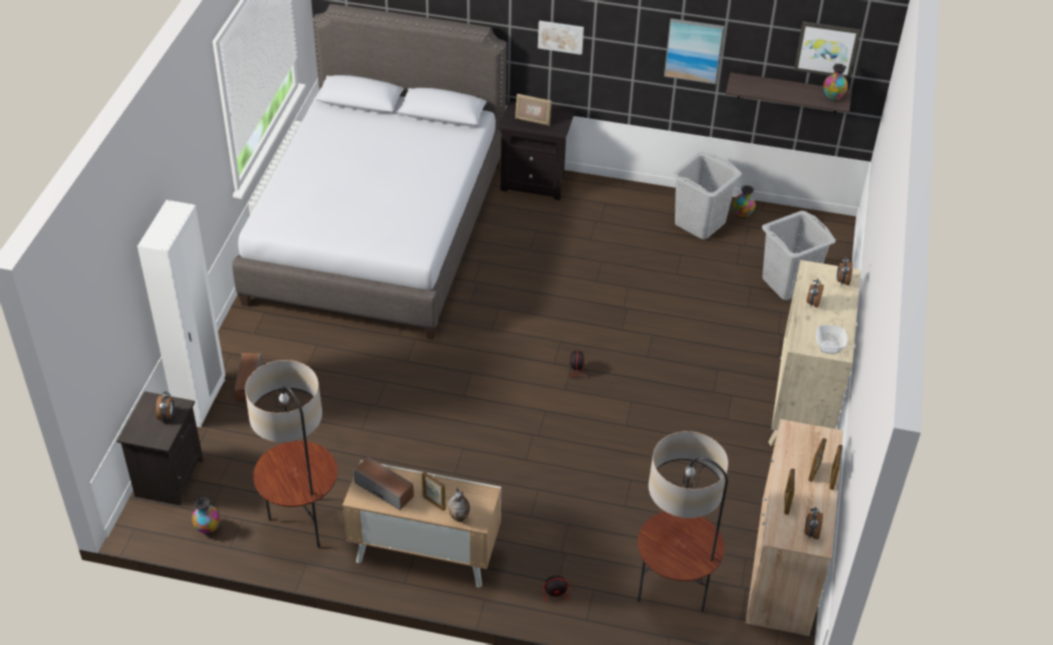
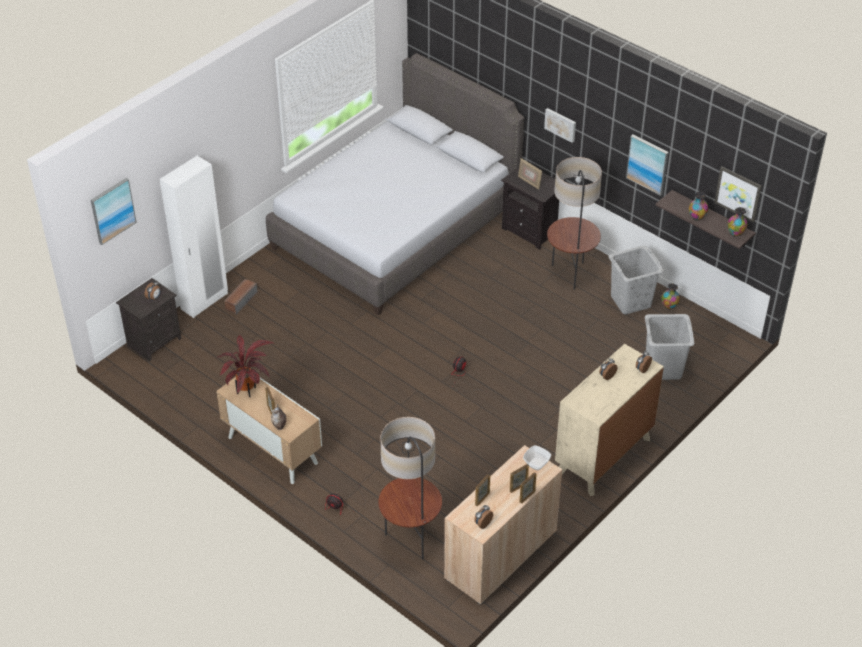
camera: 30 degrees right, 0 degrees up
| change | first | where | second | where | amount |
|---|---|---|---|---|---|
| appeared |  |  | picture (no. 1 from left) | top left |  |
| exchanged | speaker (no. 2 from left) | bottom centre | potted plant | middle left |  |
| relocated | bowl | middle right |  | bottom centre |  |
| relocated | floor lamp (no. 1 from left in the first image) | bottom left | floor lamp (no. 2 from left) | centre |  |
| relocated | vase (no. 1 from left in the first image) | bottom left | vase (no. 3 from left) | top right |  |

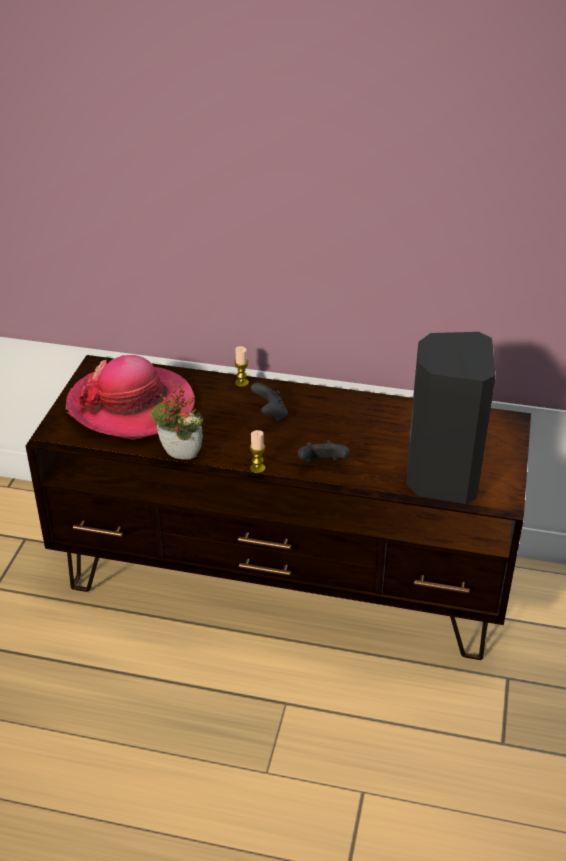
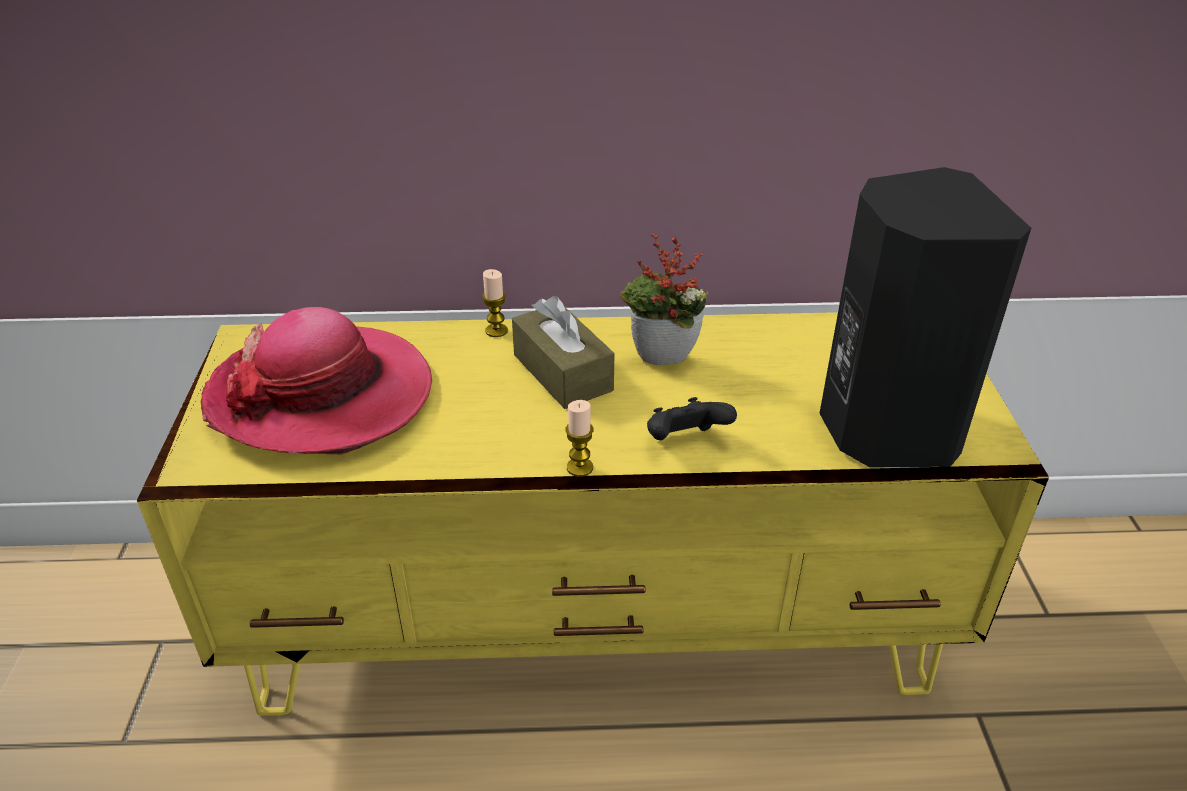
camera: 15 degrees left, 0 degrees up
| change | first | where | second | where | amount |
|---|---|---|---|---|---|
| colour | brown tv stand | centre | yellow tv stand | centre |  |
| exchanged | black game controller (no. 1 from left) | centre | brown tissue box | centre |  |
| relocated | potted plant | middle left |  | centre |  |

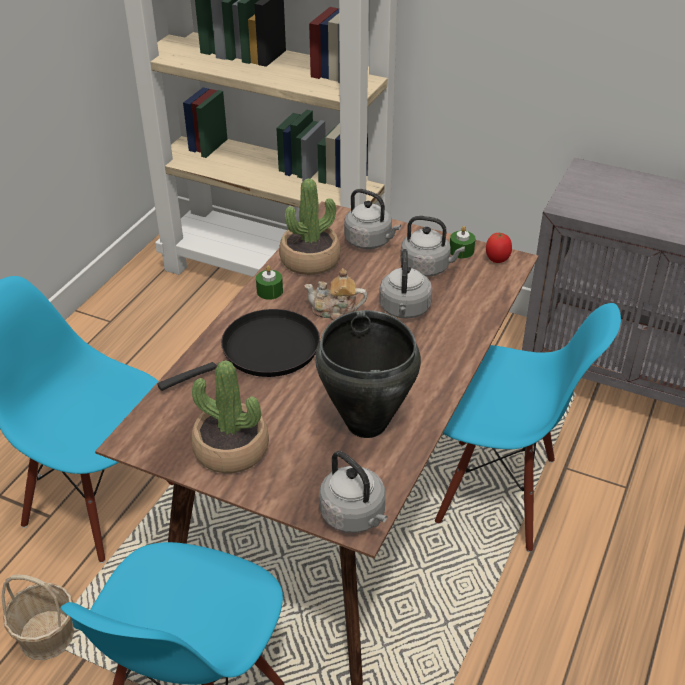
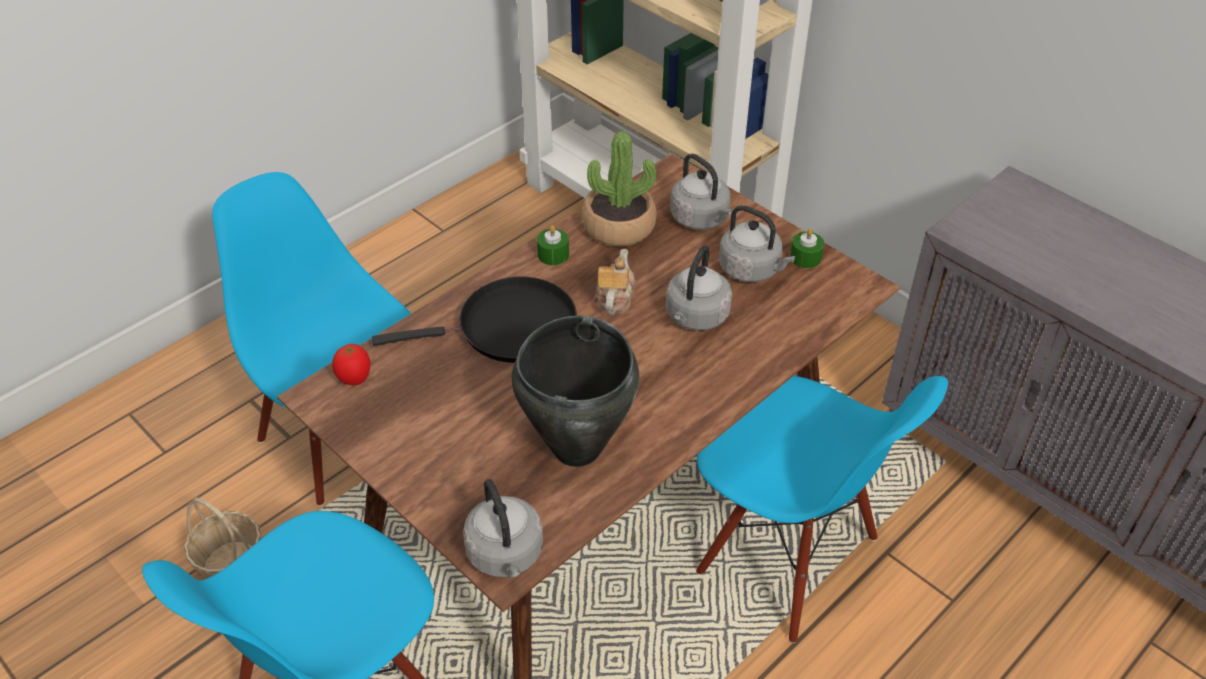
camera: 20 degrees right, 5 degrees up
| change | first | where | second | where | amount |
|---|---|---|---|---|---|
| relocated | tomato | middle right |  | middle left |  |
| spun | teapot | centre |  | centre | 75 degrees clockwise |
| missing | potted plant (no. 1 from left) | centre |  |  |  |

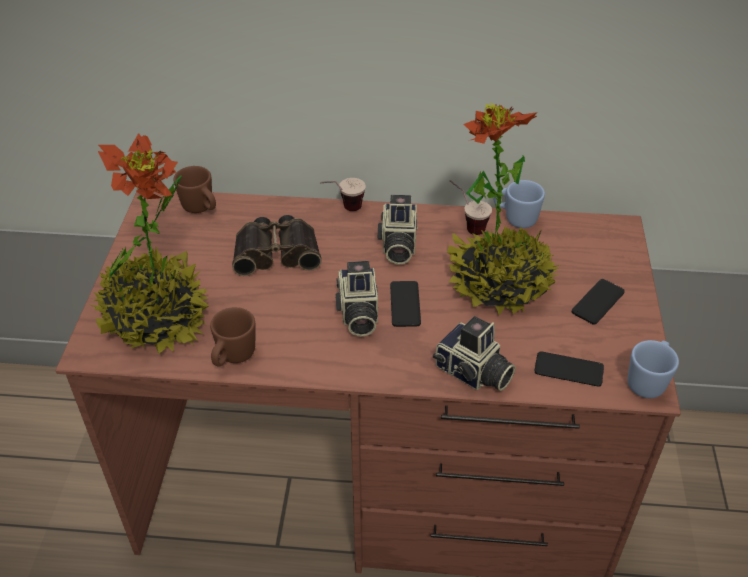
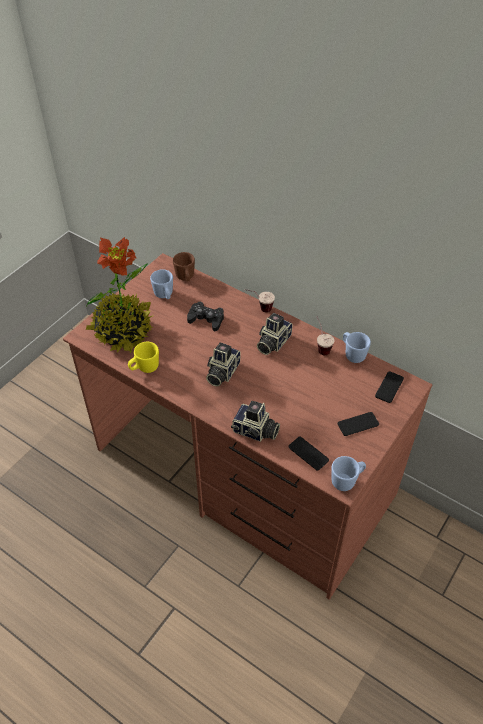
camera: 30 degrees right, 5 degrees up
| change | first | where | second | where | amount |
|---|---|---|---|---|---|
| colour | brown mug (no. 2 from left) | middle left | yellow mug | middle left |  |
| appeared |  |  | blue mug (no. 1 from left) | centre |  |
| exchanged | binoculars | centre | black game controller | centre |  |
| spun | photo camera (no. 3 from left in the first image) | centre | photo camera (no. 2 from left) | centre | 45 degrees counterclockwise |
| relocated | phone (no. 1 from left in the first image) | centre | phone (no. 3 from left) | middle right |  |
| missing | potted plant (no. 2 from left) | middle right |  |  |  |

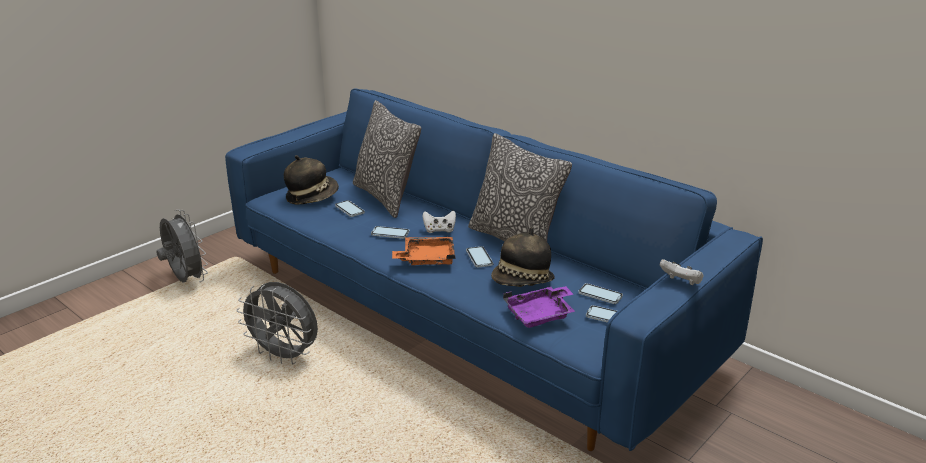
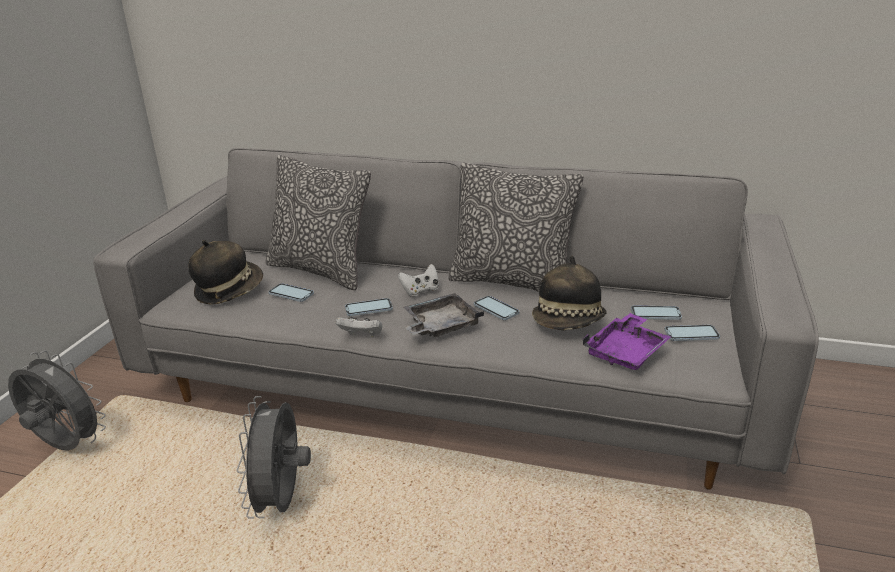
camera: 25 degrees left, 0 degrees up
| change | first | where | second | where | amount |
|---|---|---|---|---|---|
| colour | blue sofa | centre | grey sofa | centre |  |
| spun | grey fan (no. 2 from left) | bottom left |  | bottom left | 90 degrees clockwise |
| relocated | white game controller (no. 2 from left in the first image) | middle right | white game controller (no. 1 from left) | centre |  |
| colour | orange tray | centre | grey tray | centre |  |

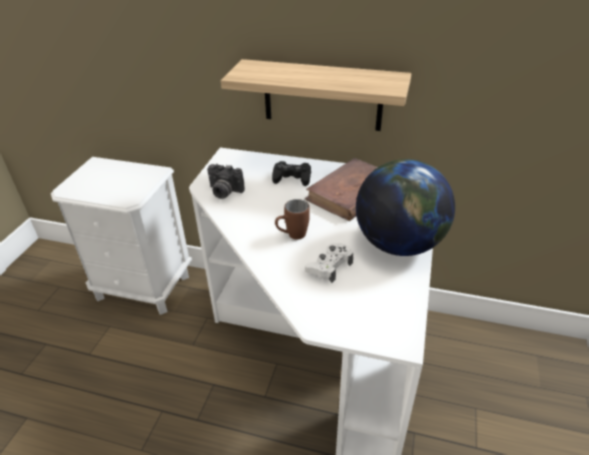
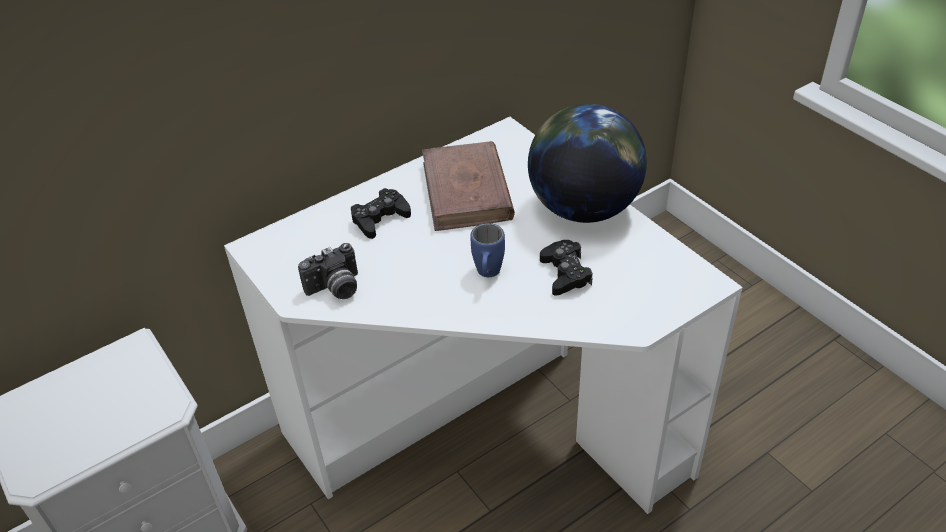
camera: 50 degrees left, 5 degrees up
| change | first | where | second | where | amount |
|---|---|---|---|---|---|
| colour | brown mug | centre | blue mug | centre |  |
| colour | white game controller | centre | black game controller (no. 2 from left) | centre |  |
| missing | shelf | top centre |  |  |  |

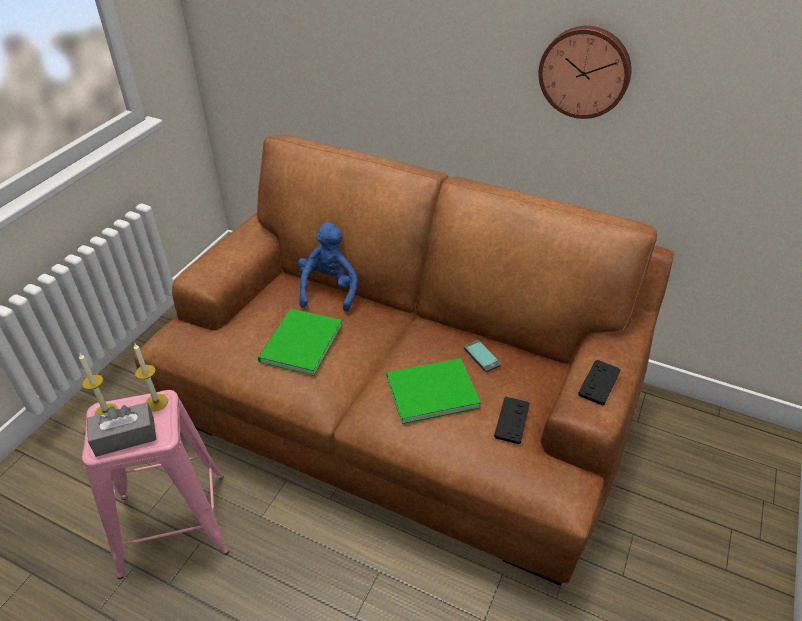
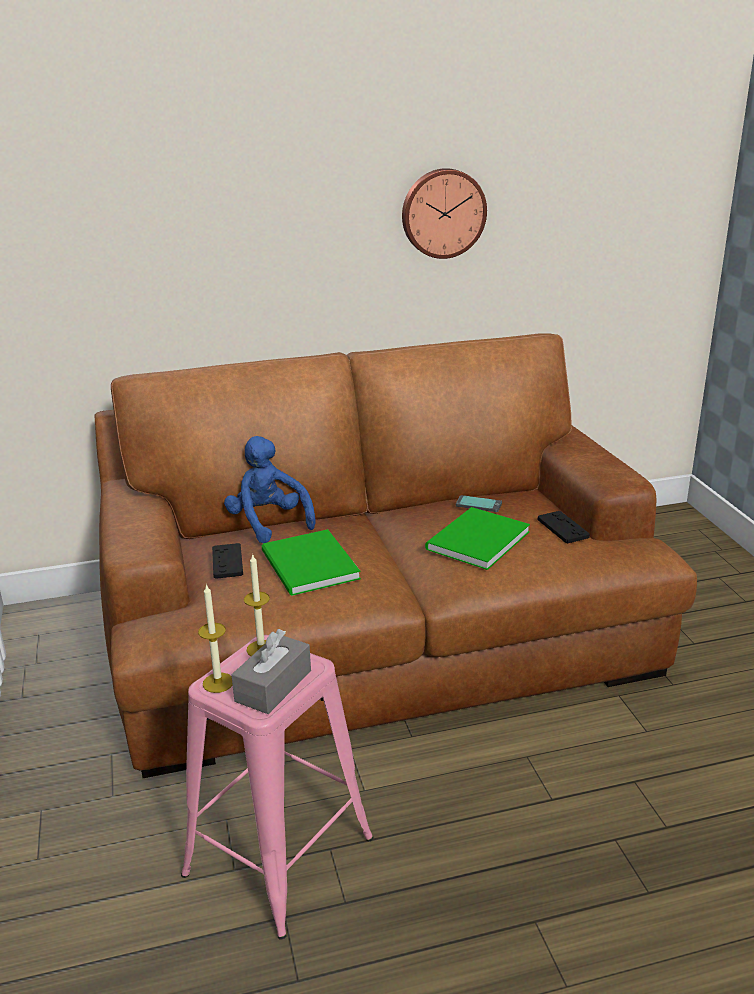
camera: 40 degrees left, 15 degrees down
| change | first | where | second | where | amount |
|---|---|---|---|---|---|
| relocated | black game controller (no. 2 from left in the first image) | middle right | black game controller (no. 1 from left) | middle left |  |

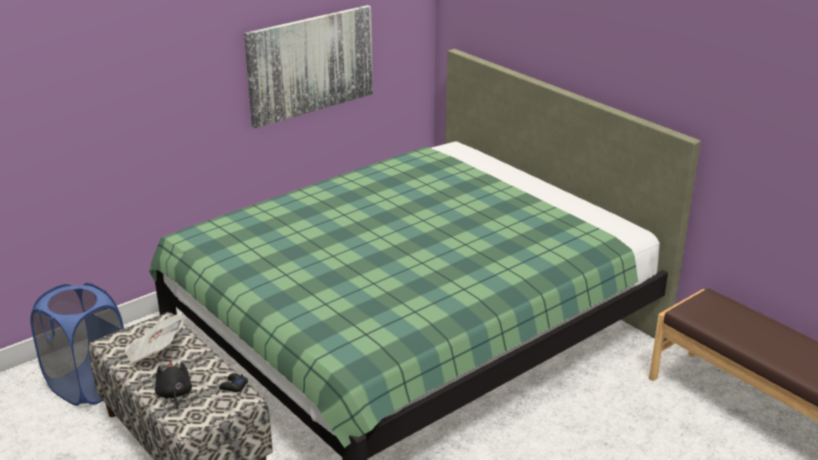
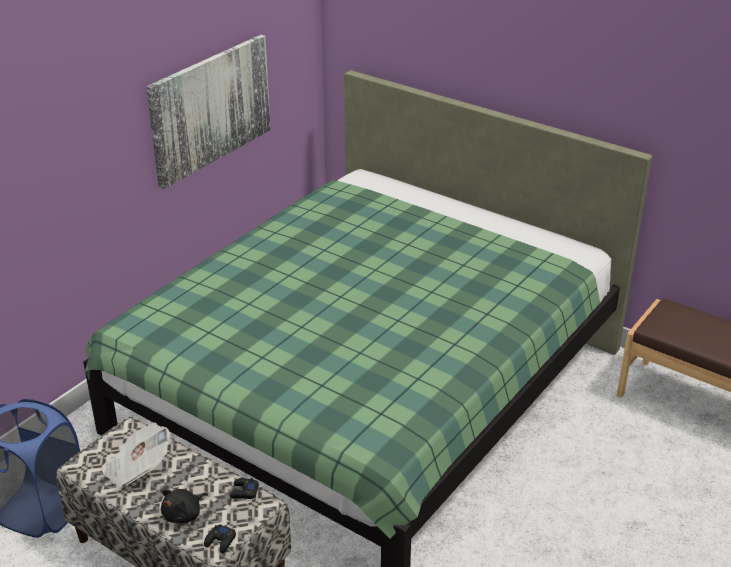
camera: 15 degrees left, 5 degrees up
| change | first | where | second | where | amount |
|---|---|---|---|---|---|
| spun | black plush toy | bottom left |  | bottom left | 105 degrees counterclockwise |
| appeared |  |  | black game controller (no. 1 from left) | bottom left |  |

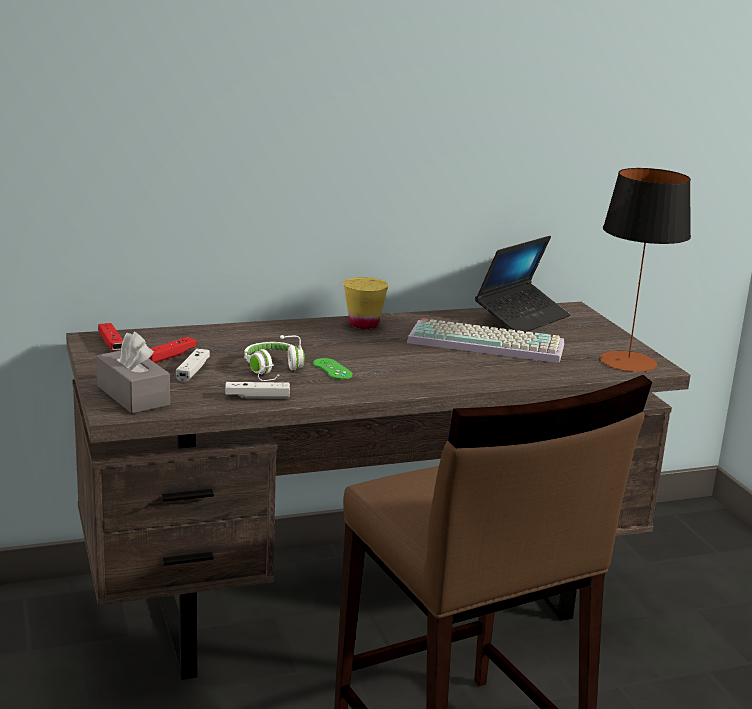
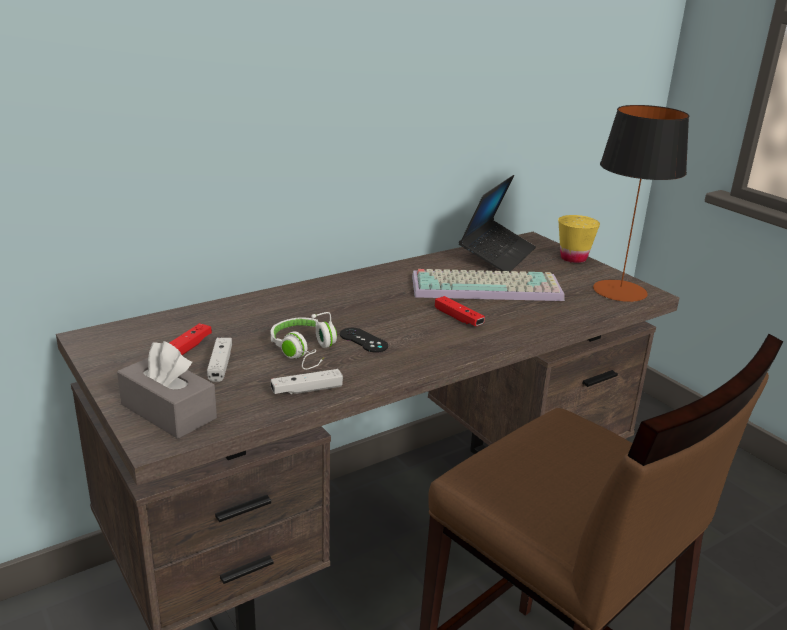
camera: 15 degrees left, 5 degrees up
| change | first | where | second | where | amount |
|---|---|---|---|---|---|
| colour | green game controller | centre | black game controller | centre |  |
| relocated | red game controller (no. 1 from left in the first image) | middle left | red game controller (no. 2 from left) | centre |  |
| relocated | yellow cup | centre |  | middle right |  |

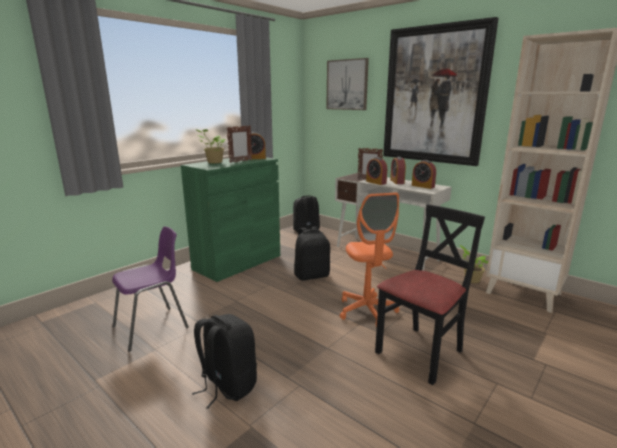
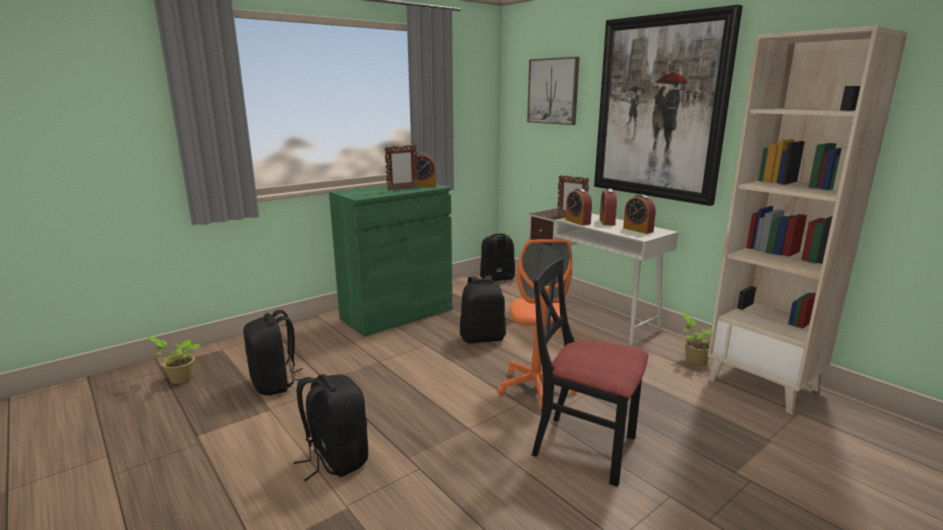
camera: 10 degrees right, 0 degrees up
| change | first | where | second | where | amount |
|---|---|---|---|---|---|
| relocated | potted plant (no. 1 from left) | top centre |  | bottom left |  |
| exchanged | purple chair | middle left | black backpack (no. 1 from left) | middle left |  |
| spun | black chair | middle right |  | bottom centre | 120 degrees counterclockwise |

